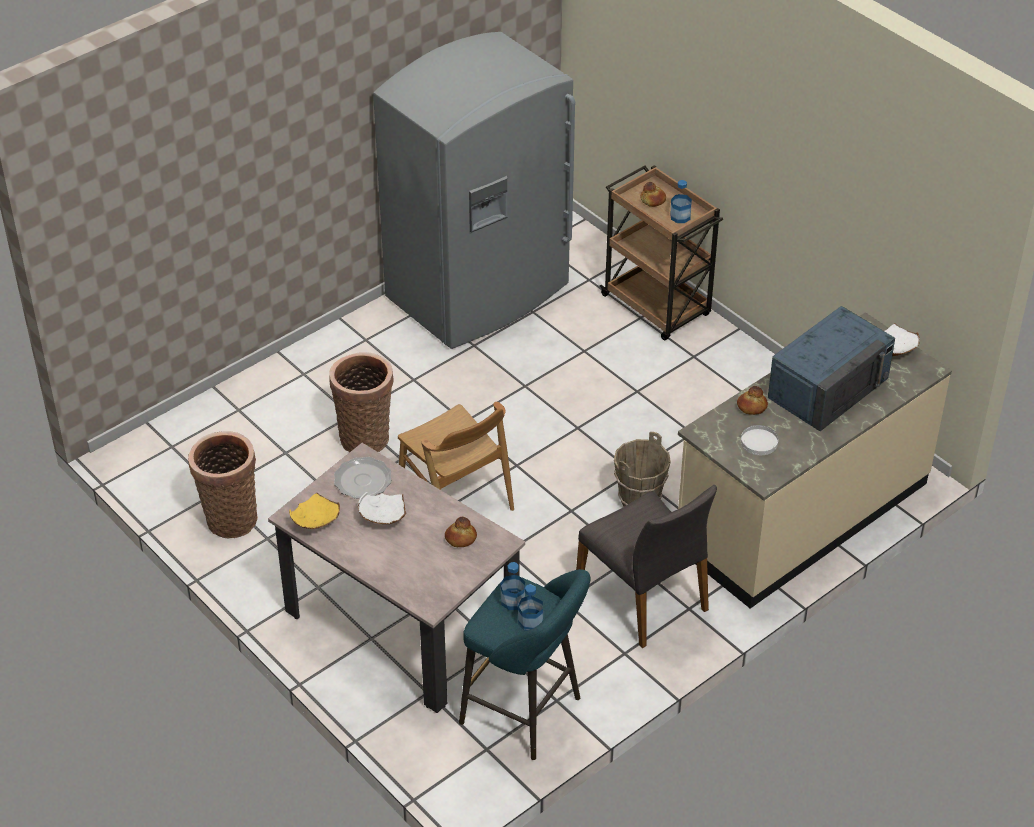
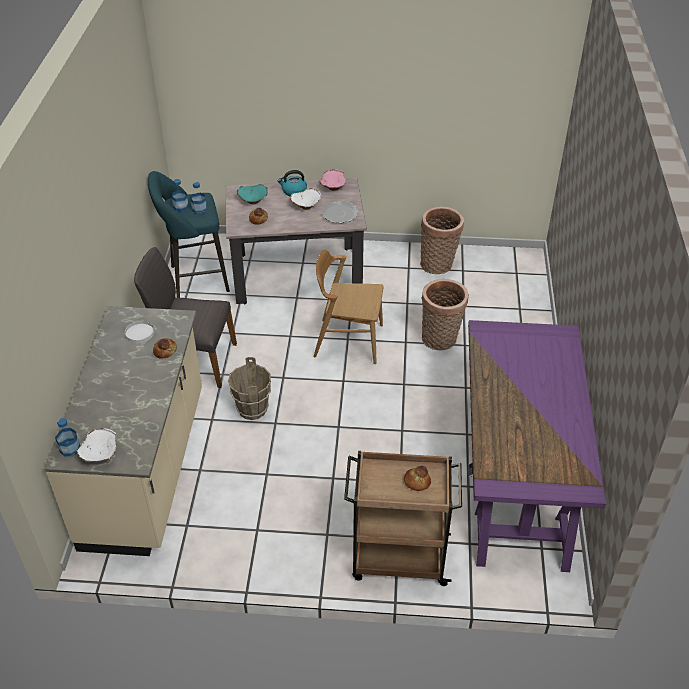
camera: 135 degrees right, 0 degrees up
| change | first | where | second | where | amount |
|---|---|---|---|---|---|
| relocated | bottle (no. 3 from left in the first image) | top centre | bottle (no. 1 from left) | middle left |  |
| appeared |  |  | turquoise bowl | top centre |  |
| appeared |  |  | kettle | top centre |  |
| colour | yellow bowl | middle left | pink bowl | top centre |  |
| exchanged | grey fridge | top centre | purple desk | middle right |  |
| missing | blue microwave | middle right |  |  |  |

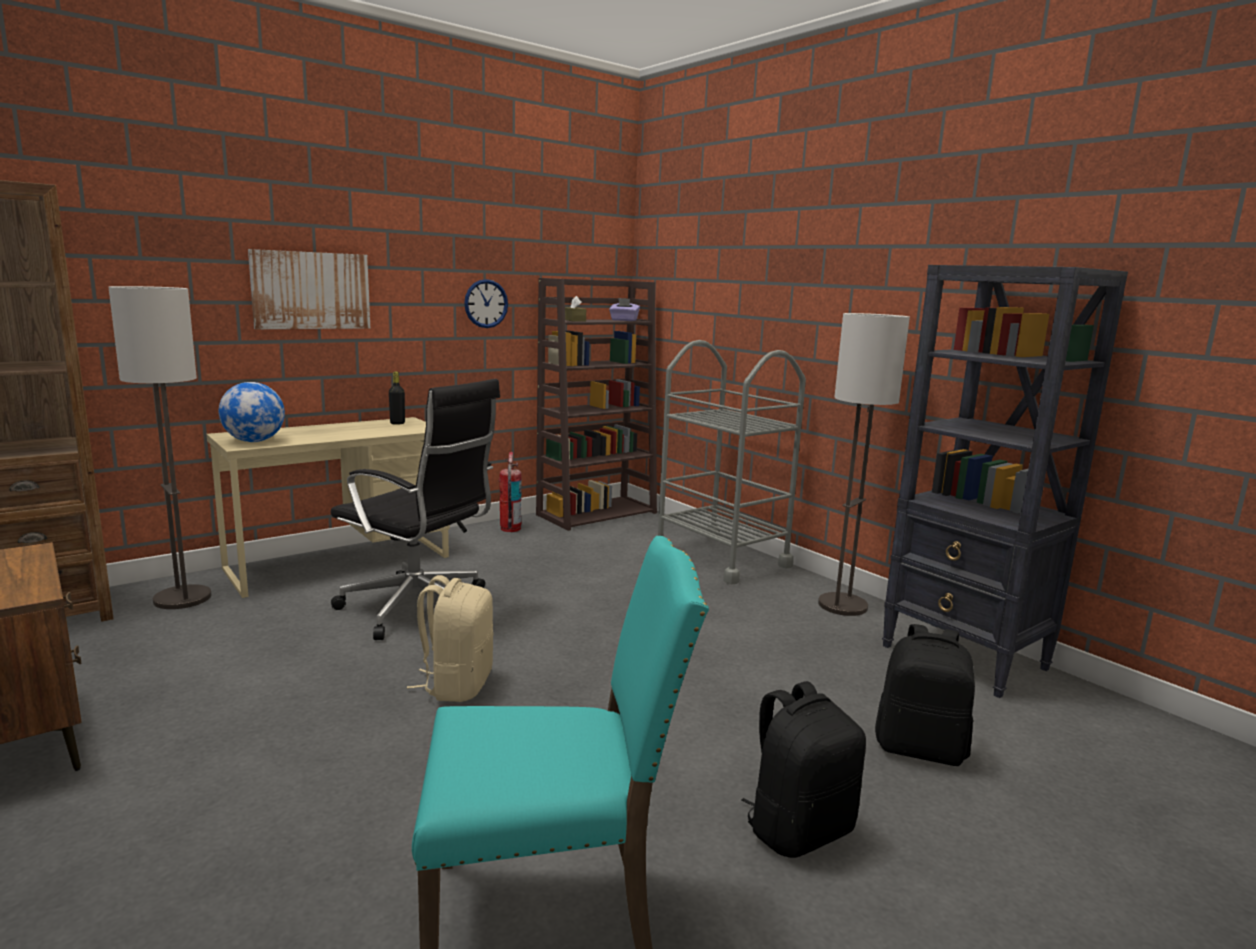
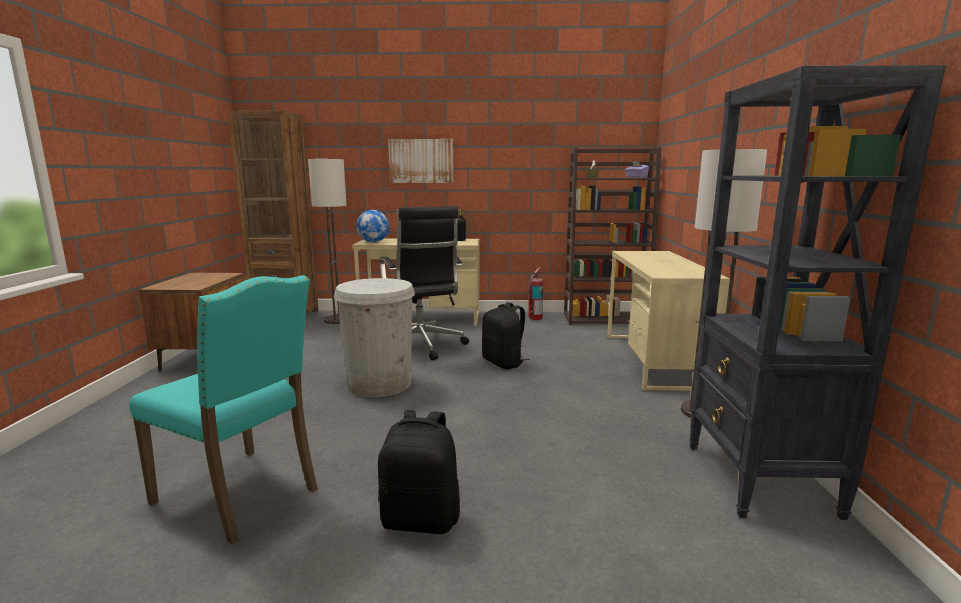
camera: 40 degrees right, 0 degrees up
| change | first | where | second | where | amount |
|---|---|---|---|---|---|
| exchanged | beige backpack | bottom centre | white trash can | centre |  |
| relocated | black backpack (no. 2 from left) | bottom right |  | centre |  |
| exchanged | grey cart | centre | beige desk (no. 2 from left) | middle right |  |
| missing | wall clock | top centre |  |  |  |

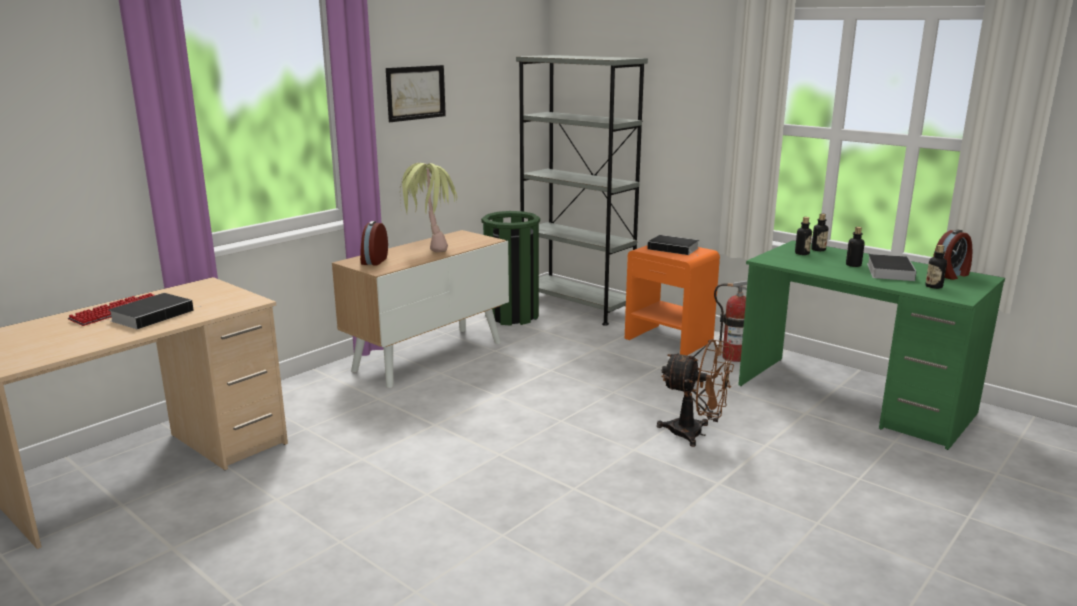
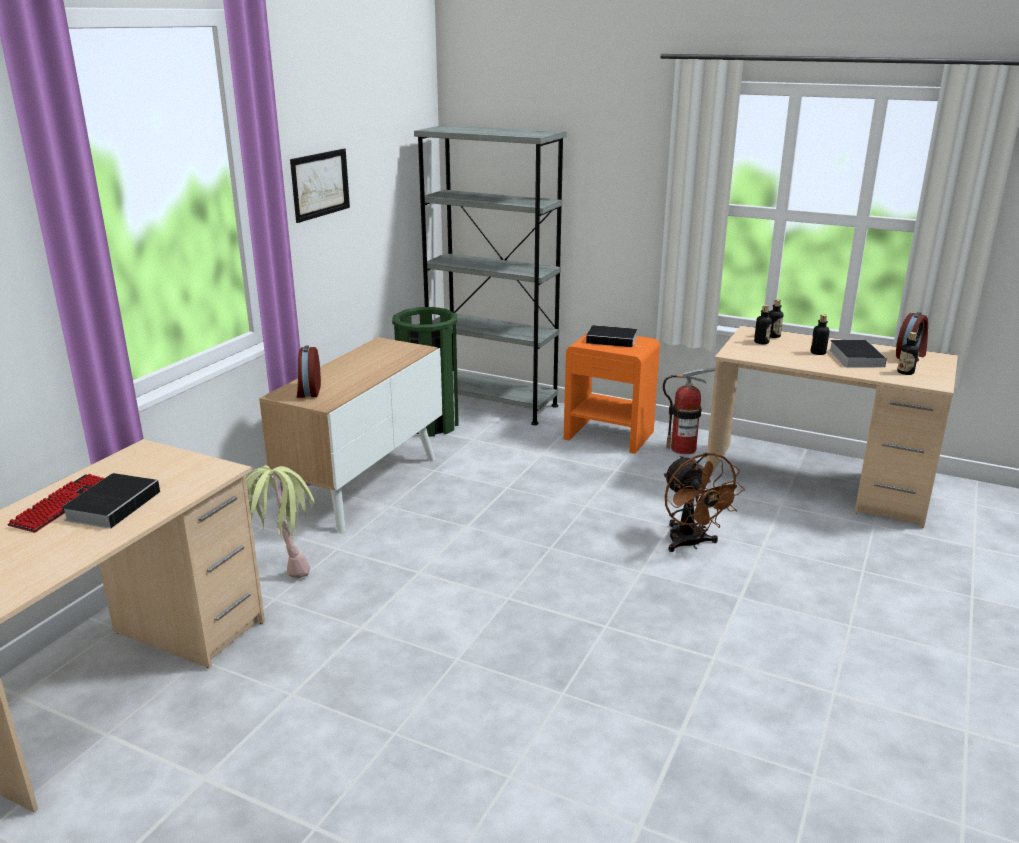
camera: 15 degrees left, 5 degrees up
| change | first | where | second | where | amount |
|---|---|---|---|---|---|
| relocated | potted plant | centre |  | middle left |  |
| spun | brown fan | centre |  | middle right | 60 degrees clockwise |
| colour | green desk | middle right | beige desk (no. 2 from left) | middle right |  |

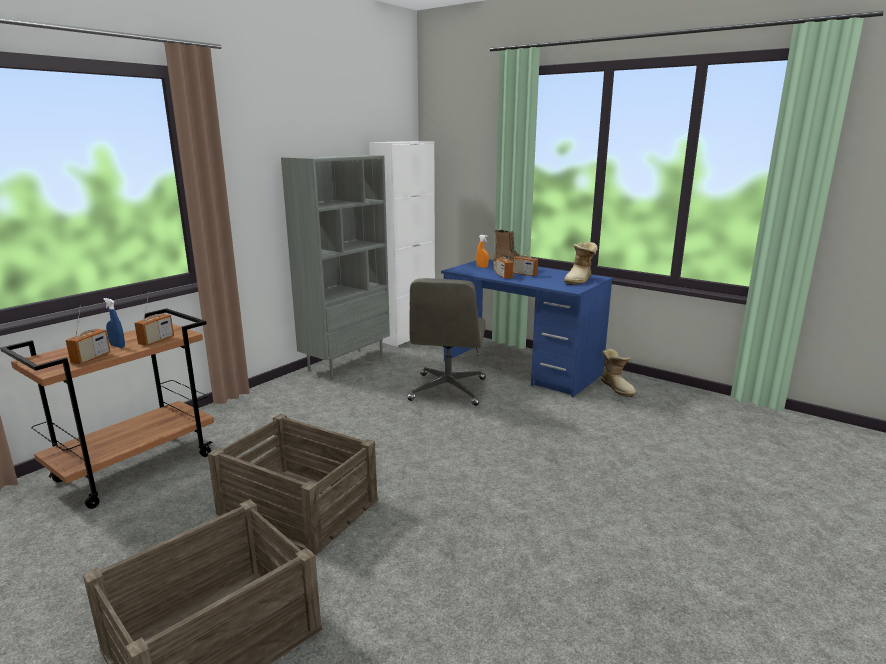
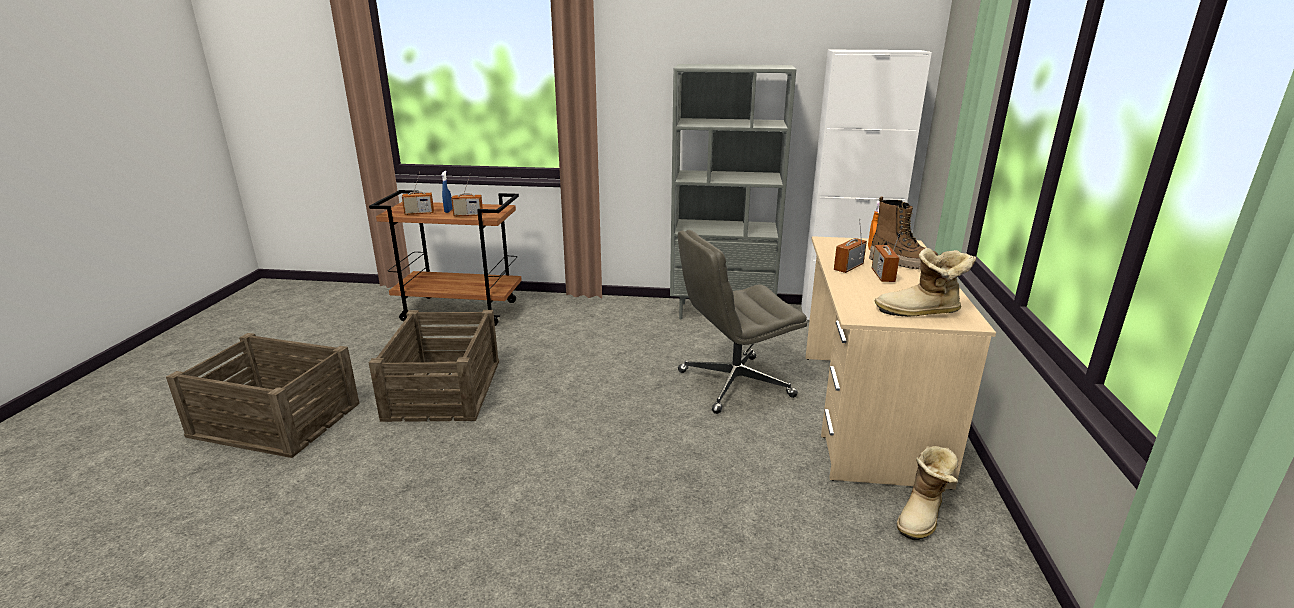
camera: 60 degrees right, 5 degrees up
| change | first | where | second | where | amount |
|---|---|---|---|---|---|
| colour | blue desk | centre | beige desk | middle right |  |

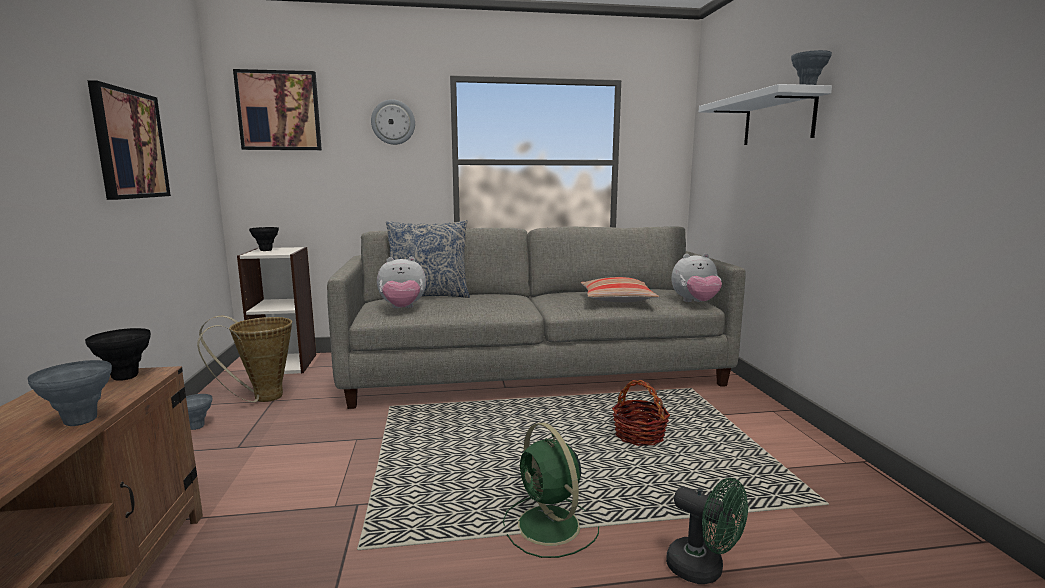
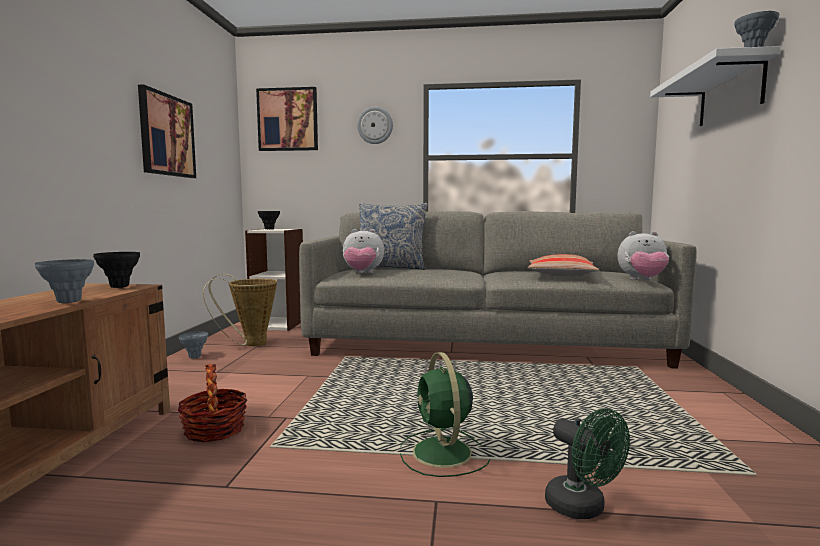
camera: 15 degrees right, 5 degrees down
| change | first | where | second | where | amount |
|---|---|---|---|---|---|
| relocated | basket (no. 2 from left in the first image) | bottom centre | basket (no. 1 from left) | bottom left |  |

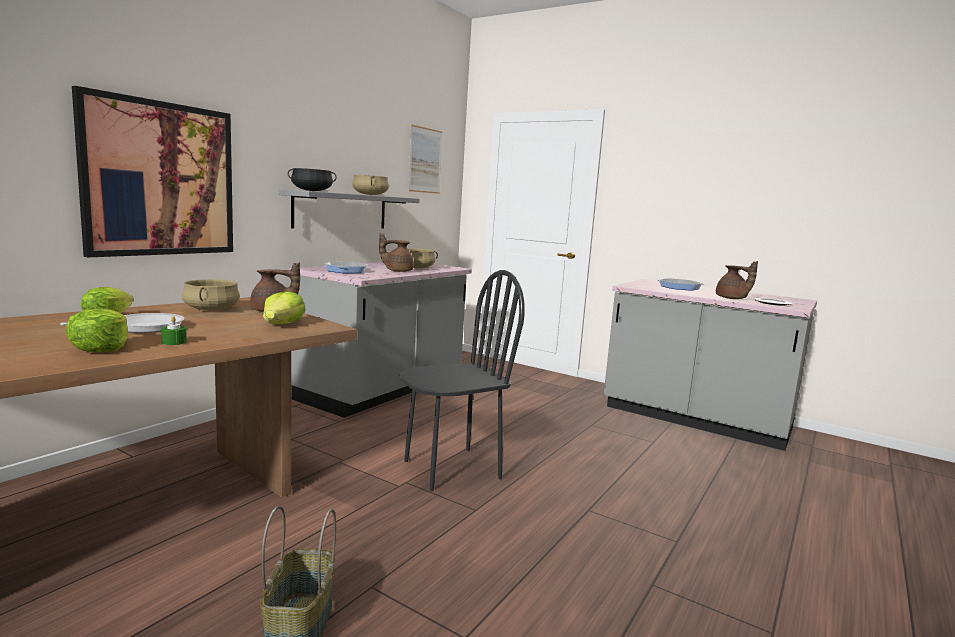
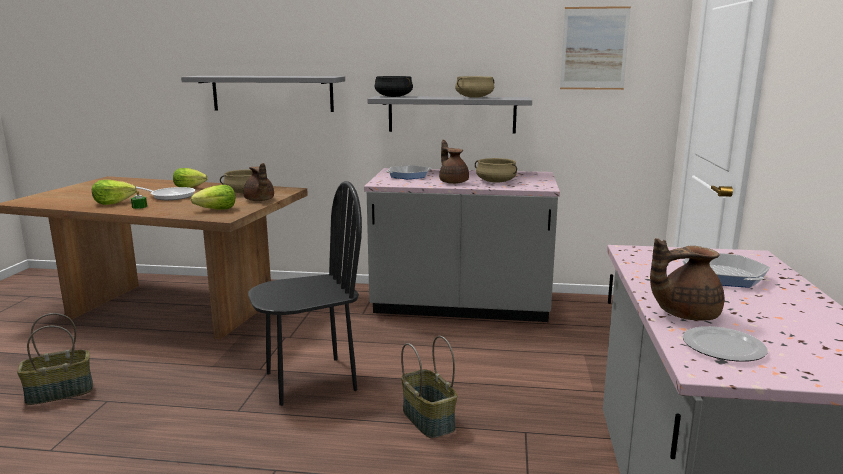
camera: 65 degrees right, 5 degrees up
| change | first | where | second | where | amount |
|---|---|---|---|---|---|
| exchanged | picture (no. 1 from left) | top left | grey shelf (no. 1 from left) | top left |  |
| spun | black chair | centre |  | centre | 60 degrees counterclockwise |
| appeared |  |  | basket (no. 2 from left) | bottom centre |  |
| spun | brown teapot (no. 3 from left) | middle right |  | middle right | 45 degrees clockwise |

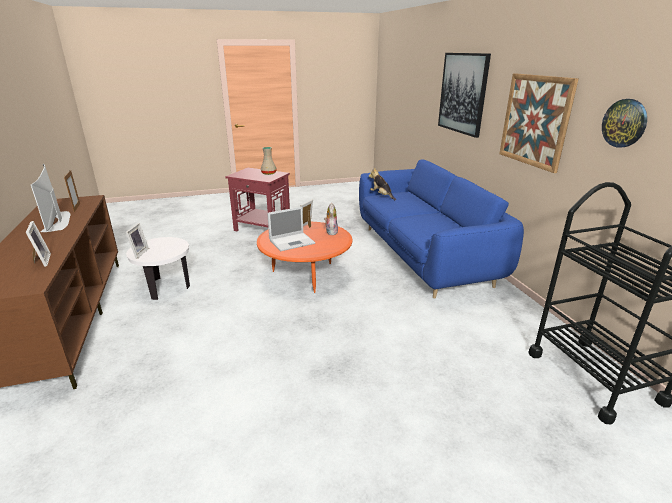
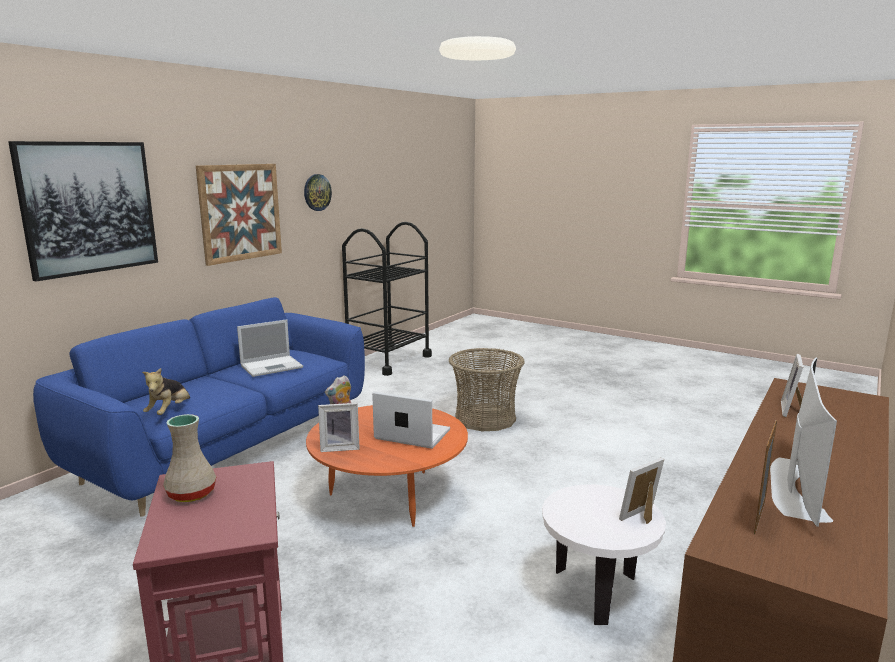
camera: 130 degrees left, 10 degrees down
| change | first | where | second | where | amount |
|---|---|---|---|---|---|
| appeared |  |  | laptop (no. 1 from left) | middle left |  |
| appeared |  |  | basket | centre |  |

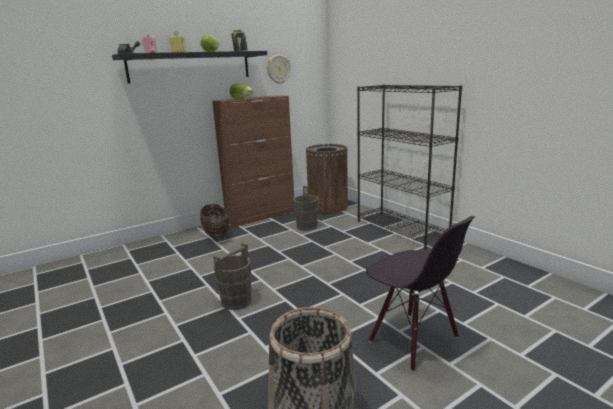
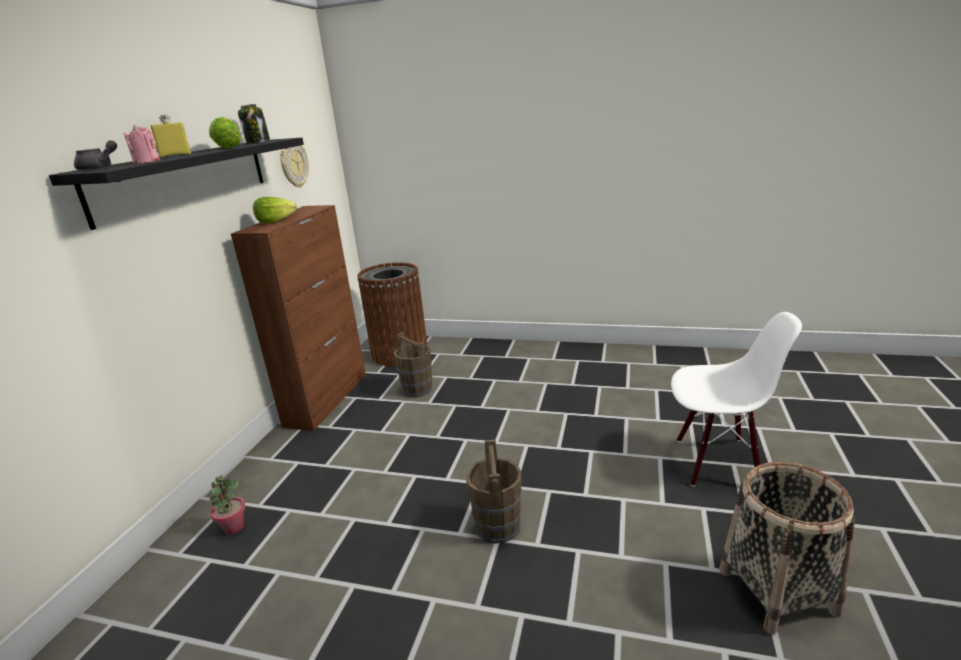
camera: 40 degrees left, 5 degrees up
| change | first | where | second | where | amount |
|---|---|---|---|---|---|
| appeared |  |  | potted plant | bottom left |  |
| colour | black chair | bottom right | white chair | middle right |  |
| missing | basket (no. 1 from left) | centre |  |  |  |
| missing | black bookcase | middle right |  |  |  |

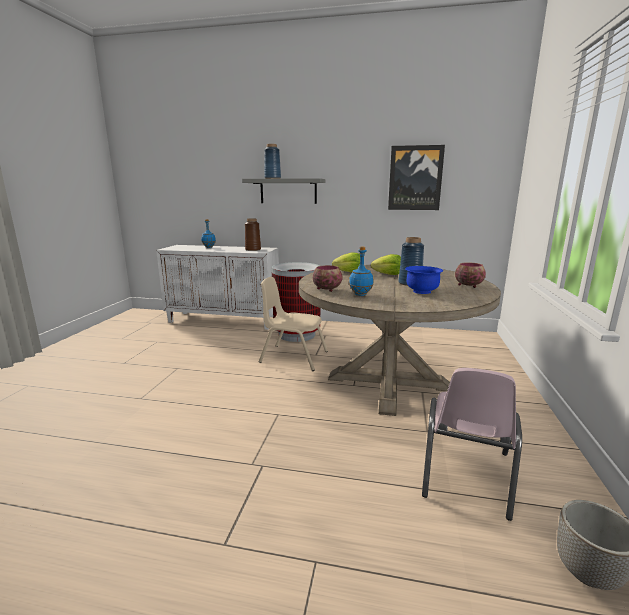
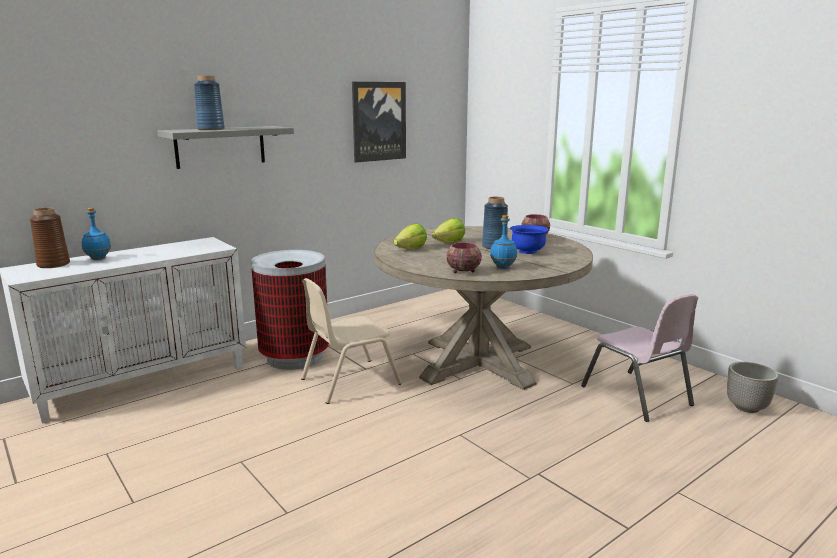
camera: 50 degrees left, 0 degrees up
| change | first | where | second | where | amount |
|---|---|---|---|---|---|
| relocated | brown vase | centre |  | middle left |  |

